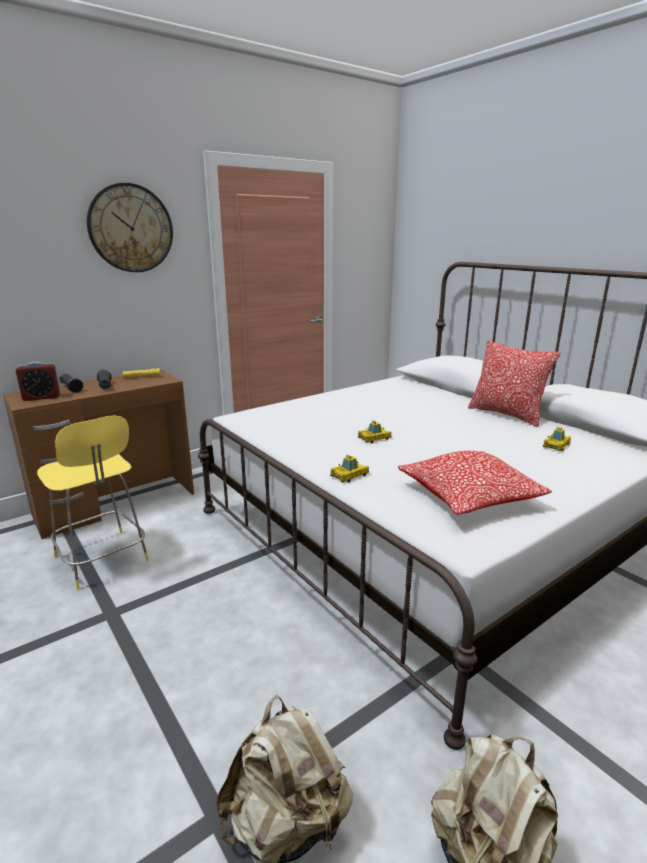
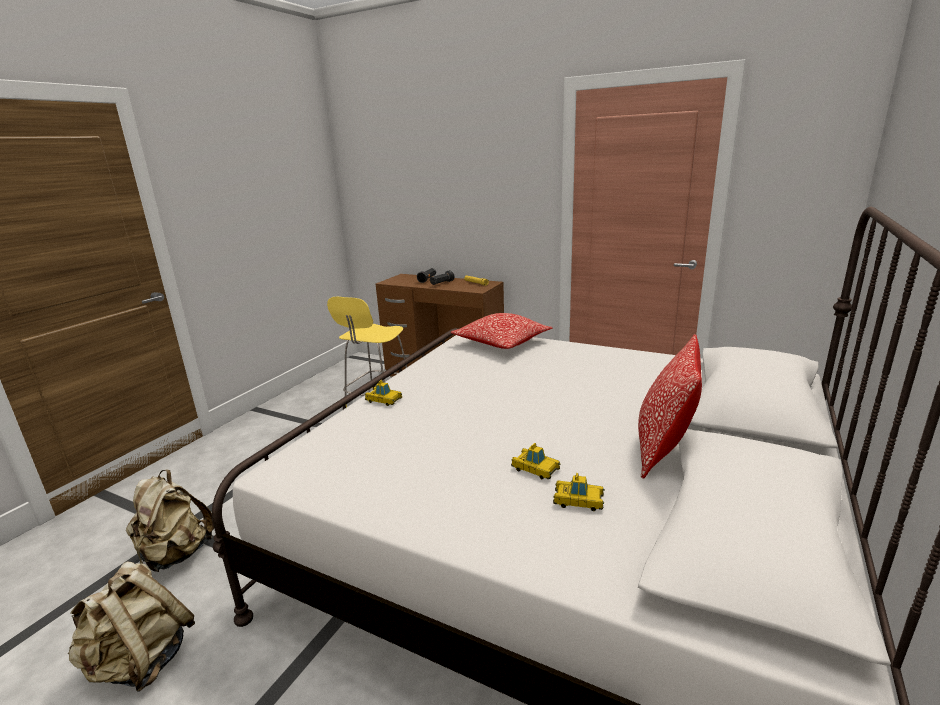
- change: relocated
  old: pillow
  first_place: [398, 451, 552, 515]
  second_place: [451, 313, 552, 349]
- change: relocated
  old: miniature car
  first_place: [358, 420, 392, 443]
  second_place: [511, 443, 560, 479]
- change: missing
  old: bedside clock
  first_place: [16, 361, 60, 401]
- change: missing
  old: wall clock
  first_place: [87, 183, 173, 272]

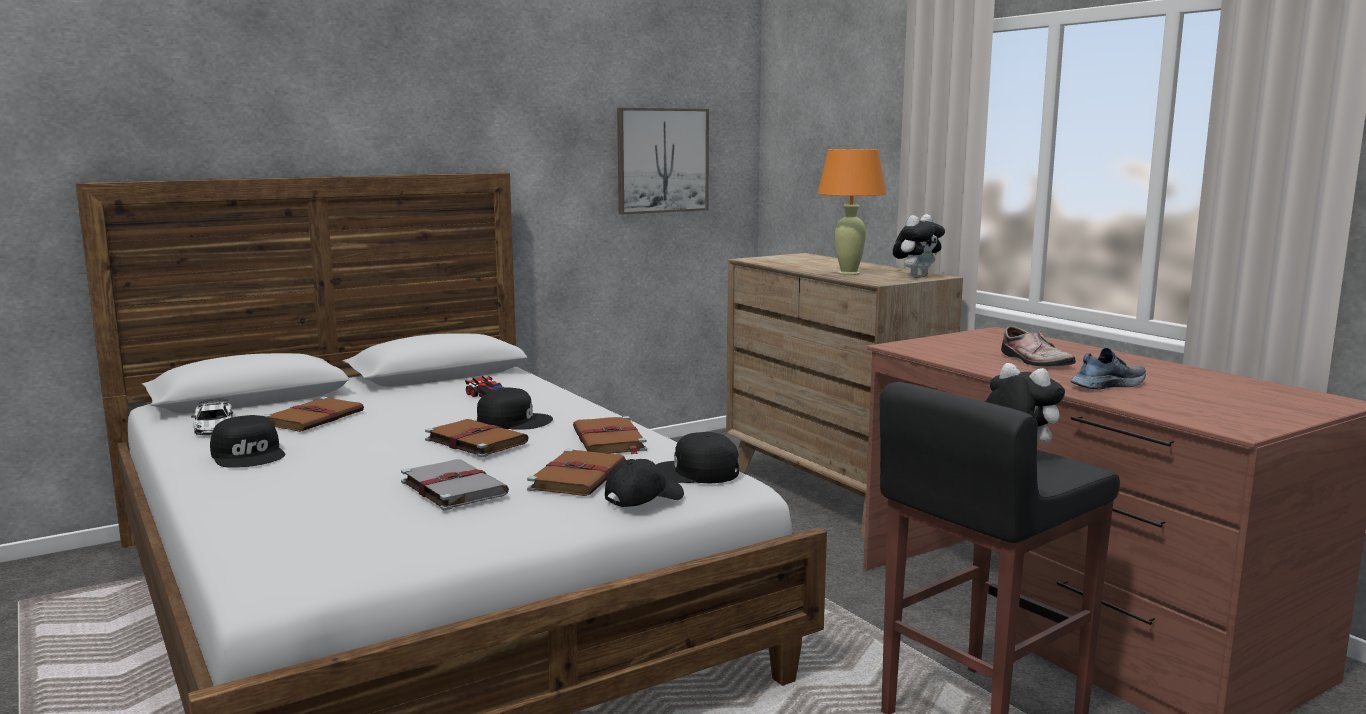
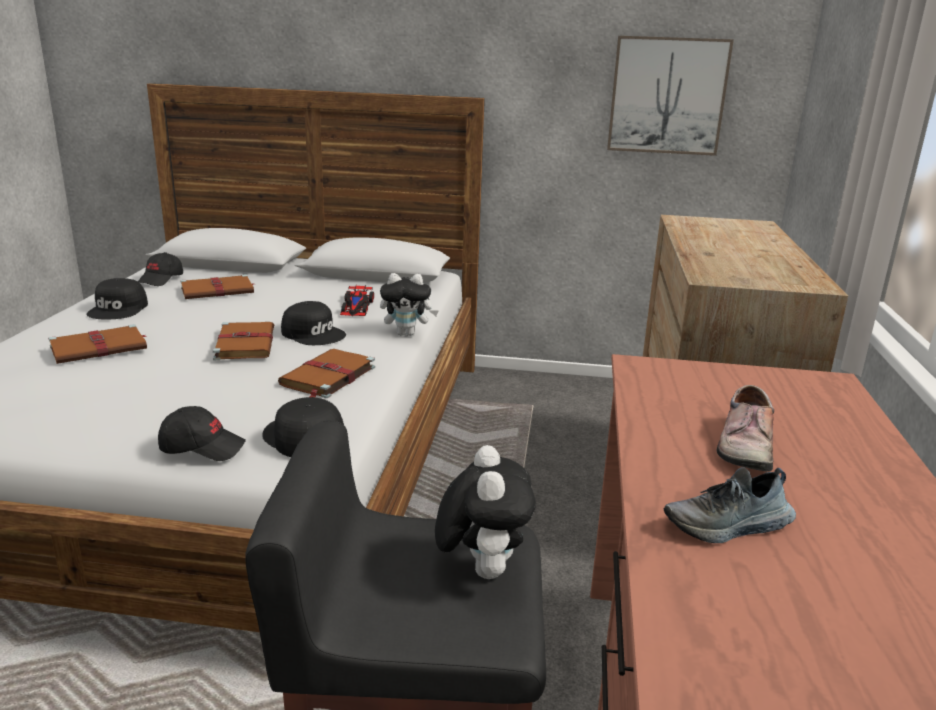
- change: relocated
  old: brown-coloured volume
  first_place: [527, 449, 626, 496]
  second_place: [48, 324, 147, 364]
- change: exchanged
  old: miniature car
  new: black-coloured baseball cap
  first_place: [191, 399, 233, 435]
  second_place: [138, 252, 183, 286]
- change: relocated
  old: cuddly toy
  first_place: [893, 214, 945, 278]
  second_place: [380, 273, 438, 336]
- change: spun
  old: shoe
  first_place: [1070, 348, 1146, 390]
  second_place: [664, 467, 796, 543]
  degrees: 150
- change: missing
  old: gray volume
  first_place: [401, 459, 509, 511]
- change: missing
  old: orange table lamp
  first_place: [817, 149, 886, 275]

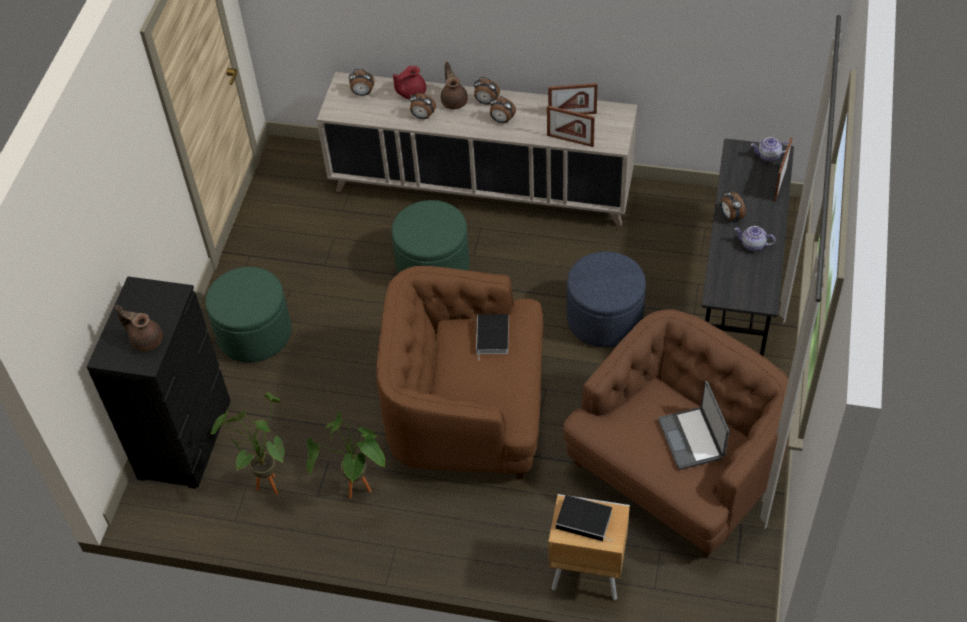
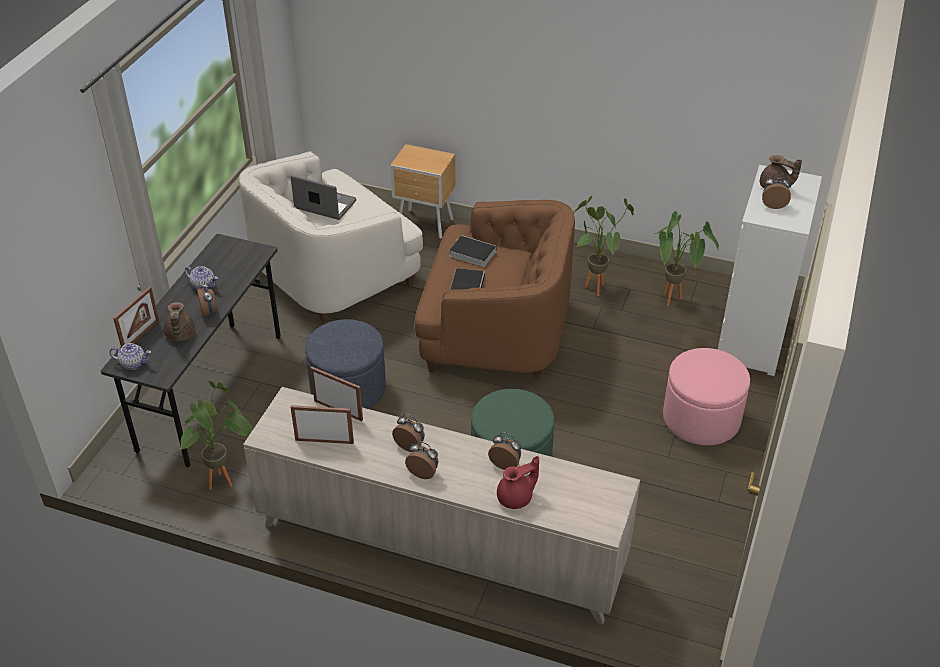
- change: relocated
  old: brown-coloured teapot
  first_place: [441, 62, 468, 110]
  second_place: [164, 302, 195, 341]
- change: appeared
  new: plant in a pot
  second_place: [180, 381, 252, 490]
- change: colour
  old: brown-coloured armchair
  new: white armchair
  first_place: [563, 309, 796, 557]
  second_place: [239, 151, 423, 323]
- change: spun
  old: portable computer
  first_place: [658, 381, 729, 470]
  second_place: [291, 175, 356, 220]
  degrees: -60
- change: relocated
  old: volume
  first_place: [556, 495, 614, 542]
  second_place: [449, 235, 496, 267]
- change: colour
  old: green pouffe
  new: pink-coloured pouffe
  first_place: [205, 267, 292, 362]
  second_place: [663, 348, 750, 445]
- change: colour
  old: black-coloured chest of drawers
  new: white chest of drawers
  first_place: [87, 276, 231, 489]
  second_place: [718, 165, 822, 376]
- change: relocated
  old: bedside clock
  first_place: [349, 69, 375, 96]
  second_place: [762, 173, 791, 209]

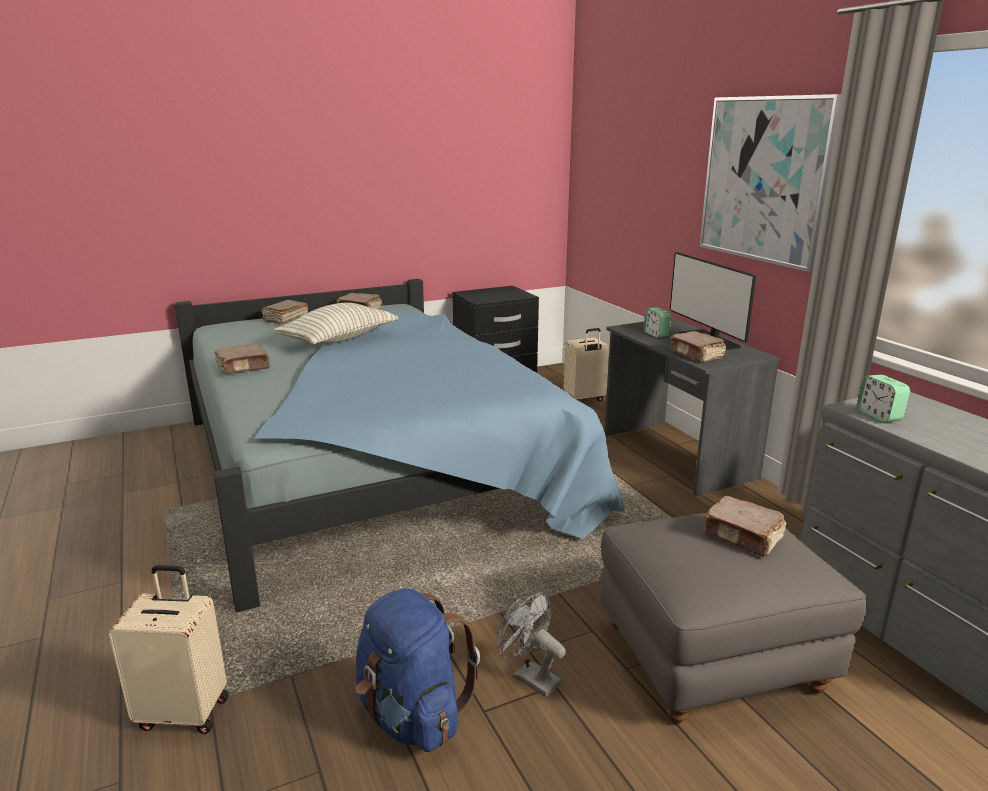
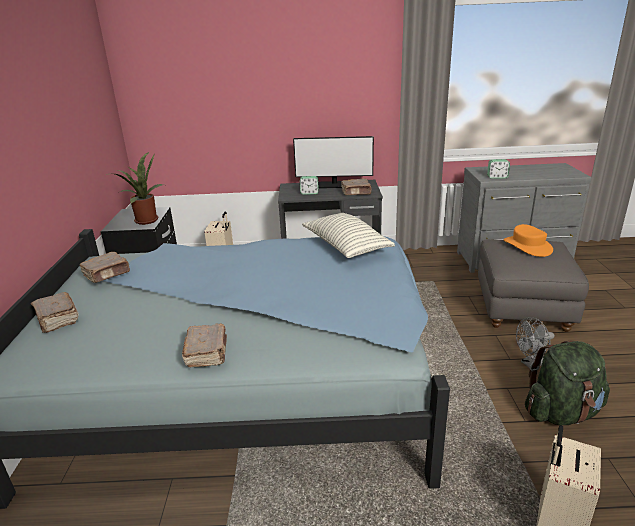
- change: appeared
  new: plant in a pot
  second_place: [106, 152, 163, 225]
- change: relocated
  old: pillow
  first_place: [274, 303, 398, 344]
  second_place: [302, 213, 395, 258]
- change: exchanged
  old: brown-coloured volume
  new: orange wearable hat
  first_place: [704, 496, 787, 557]
  second_place: [504, 224, 553, 257]
- change: colour
  old: blue-coloured knapsack
  new: green knapsack
  first_place: [356, 588, 480, 752]
  second_place: [525, 340, 610, 425]
- change: missing
  old: wall art
  first_place: [699, 94, 841, 272]

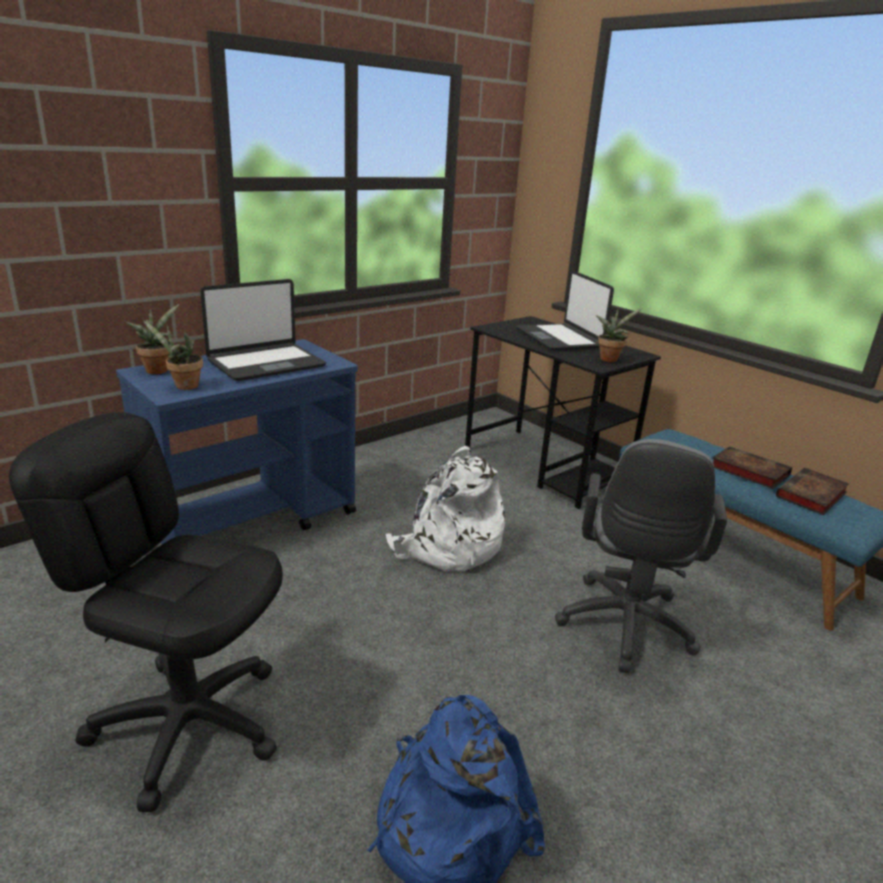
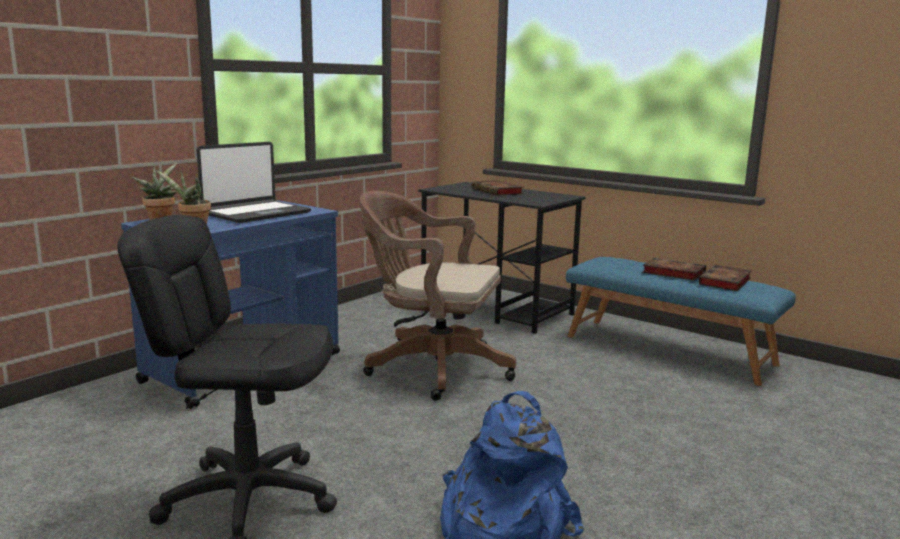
- change: exchanged
  old: white knapsack
  new: brown-coloured computer chair
  first_place: [385, 446, 505, 572]
  second_place: [360, 191, 516, 401]
- change: exchanged
  old: portable computer
  new: volume
  first_place: [517, 270, 614, 351]
  second_place: [472, 180, 523, 195]
- change: missing
  old: gray computer chair
  first_place: [555, 439, 727, 673]
- change: missing
  old: plant in a pot
  first_place: [596, 308, 642, 362]

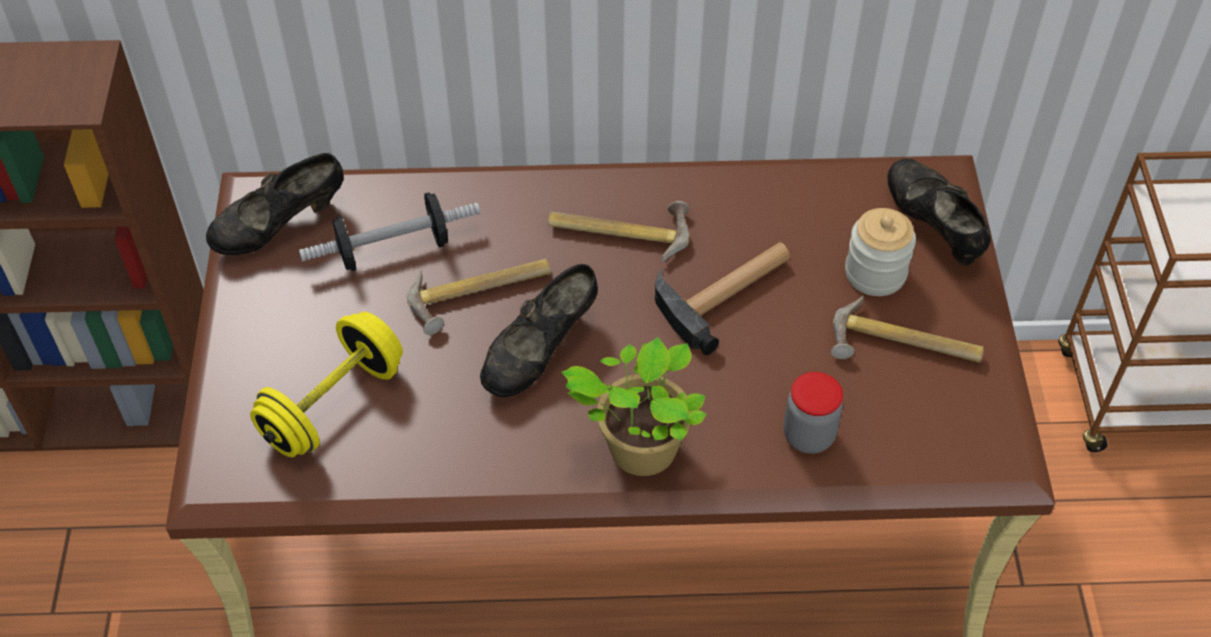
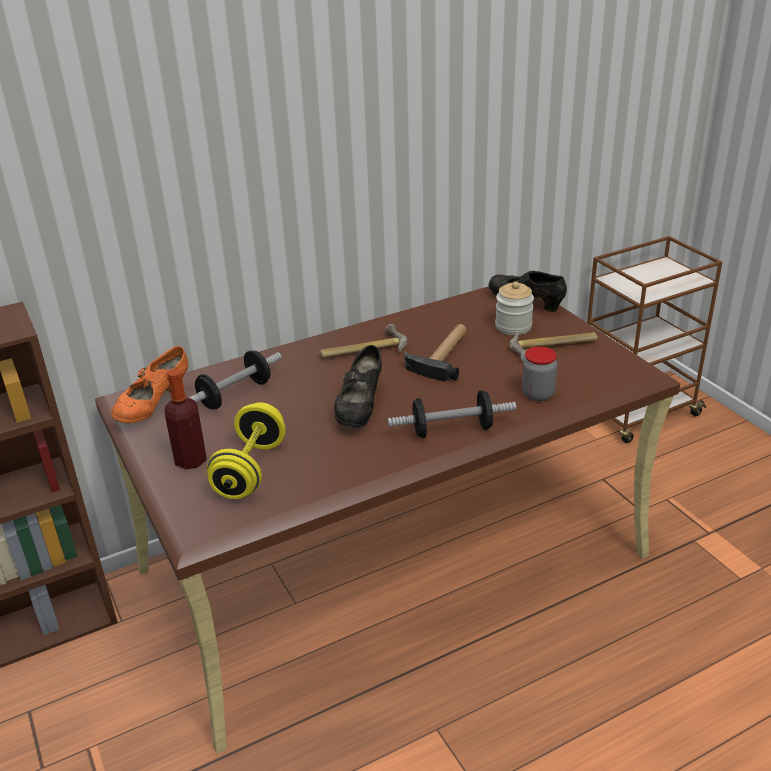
- change: colour
  old: black-coloured shoe
  new: orange shoe
  first_place: [206, 153, 343, 255]
  second_place: [111, 346, 189, 424]
- change: appeared
  new: bottle
  second_place: [165, 369, 207, 469]
- change: exchanged
  old: plant in a pot
  new: dumbbell
  first_place: [561, 337, 707, 476]
  second_place: [388, 390, 516, 438]
- change: missing
  old: tool hammer
  first_place: [407, 259, 551, 335]

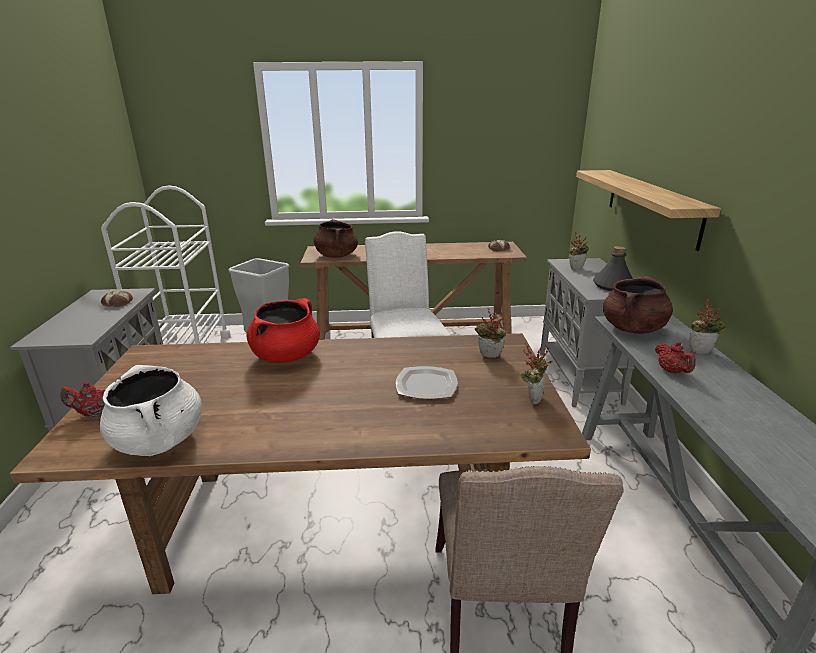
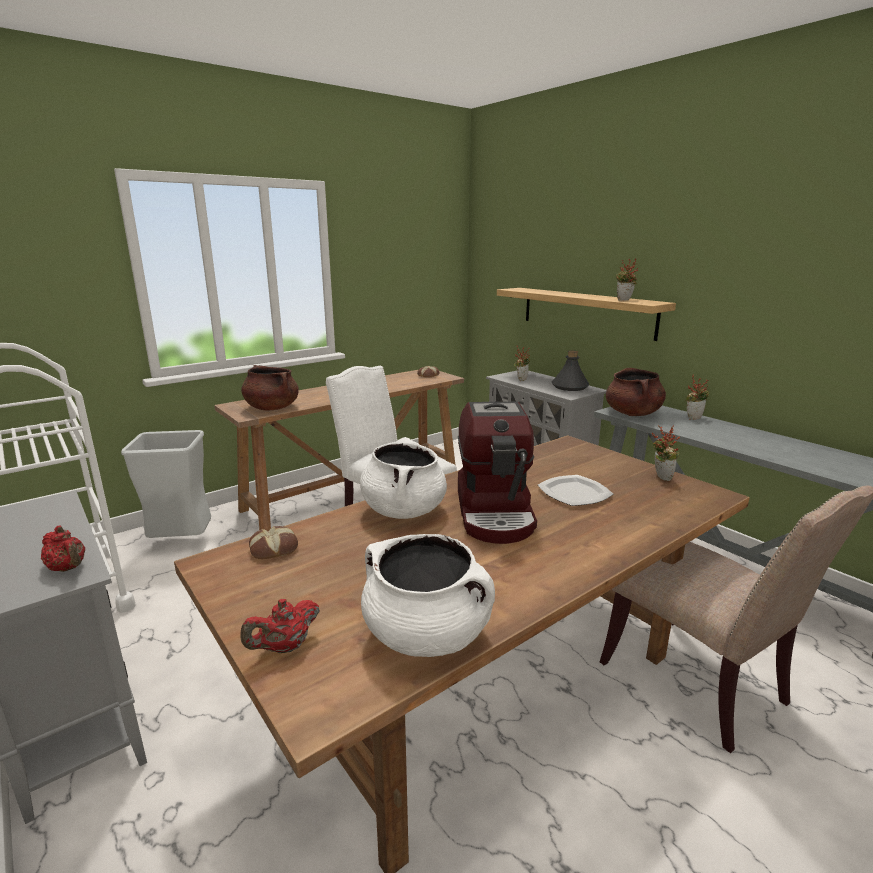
- change: relocated
  old: red teapot
  first_place: [655, 341, 696, 373]
  second_place: [41, 525, 85, 572]
- change: relocated
  old: bread
  first_place: [101, 291, 133, 307]
  second_place: [249, 526, 298, 559]
- change: colour
  old: red saucepot
  new: white saucepot
  first_place: [246, 298, 320, 363]
  second_place: [360, 437, 447, 519]
- change: appeared
  new: coffee maker
  second_place: [458, 402, 537, 544]
- change: relocated
  old: plant in a pot
  first_place: [475, 308, 507, 358]
  second_place: [616, 258, 638, 301]

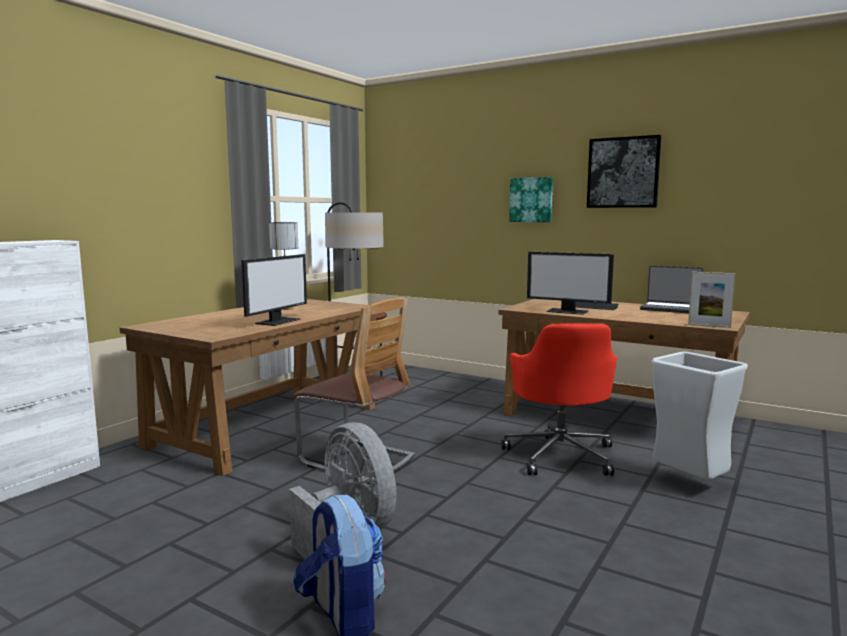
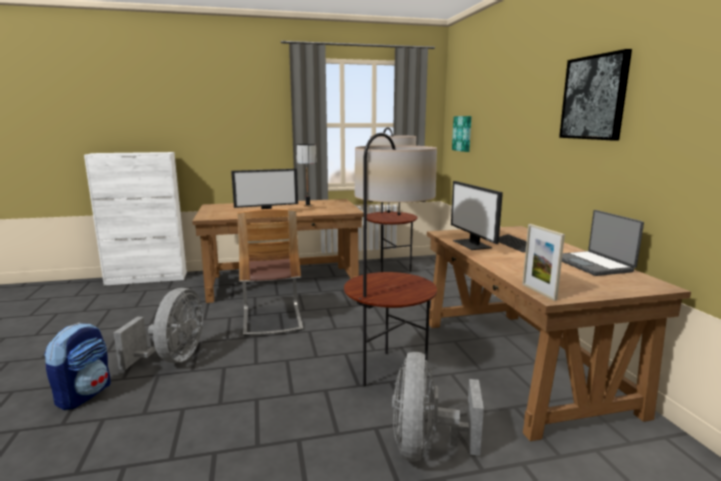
- change: exchanged
  old: red computer chair
  new: standard lamp
  first_place: [501, 323, 617, 476]
  second_place: [344, 133, 437, 387]
- change: exchanged
  old: gray trash can
  new: gray fan
  first_place: [651, 352, 748, 479]
  second_place: [392, 352, 484, 462]
- change: relocated
  old: wall art
  first_place: [509, 177, 553, 222]
  second_place: [452, 116, 471, 152]

